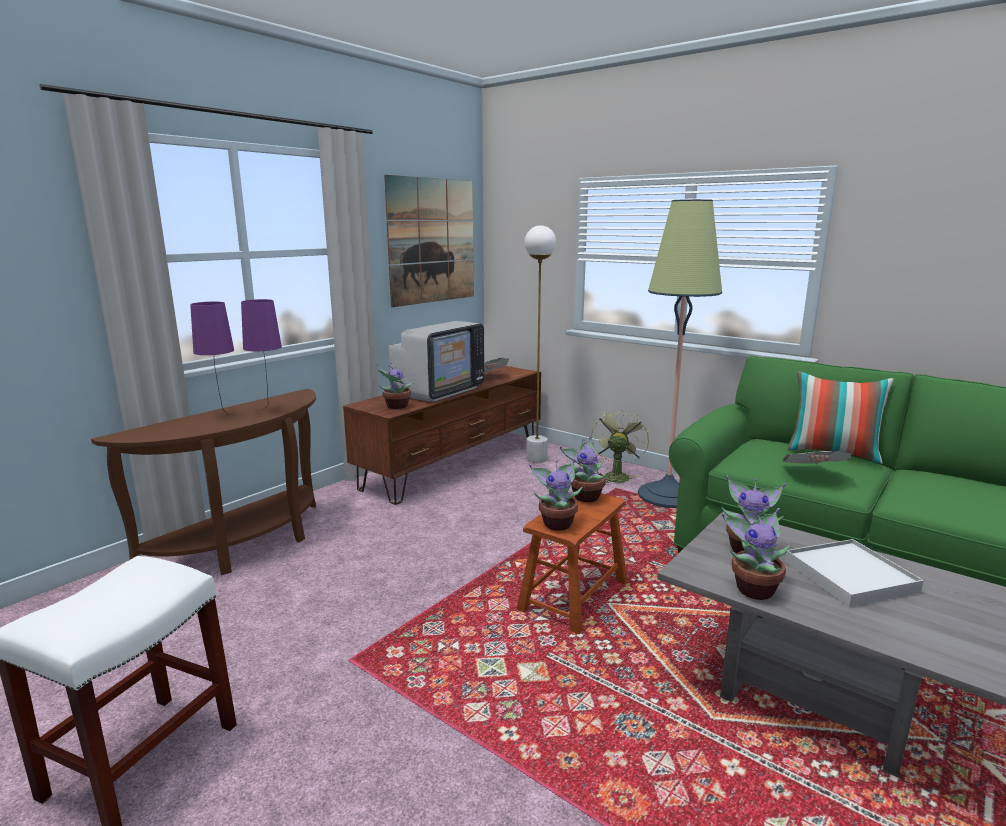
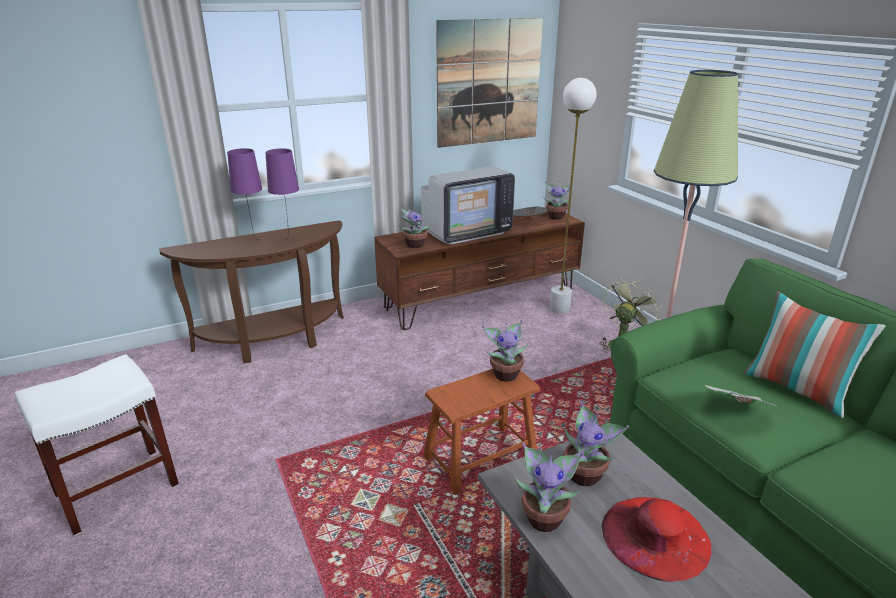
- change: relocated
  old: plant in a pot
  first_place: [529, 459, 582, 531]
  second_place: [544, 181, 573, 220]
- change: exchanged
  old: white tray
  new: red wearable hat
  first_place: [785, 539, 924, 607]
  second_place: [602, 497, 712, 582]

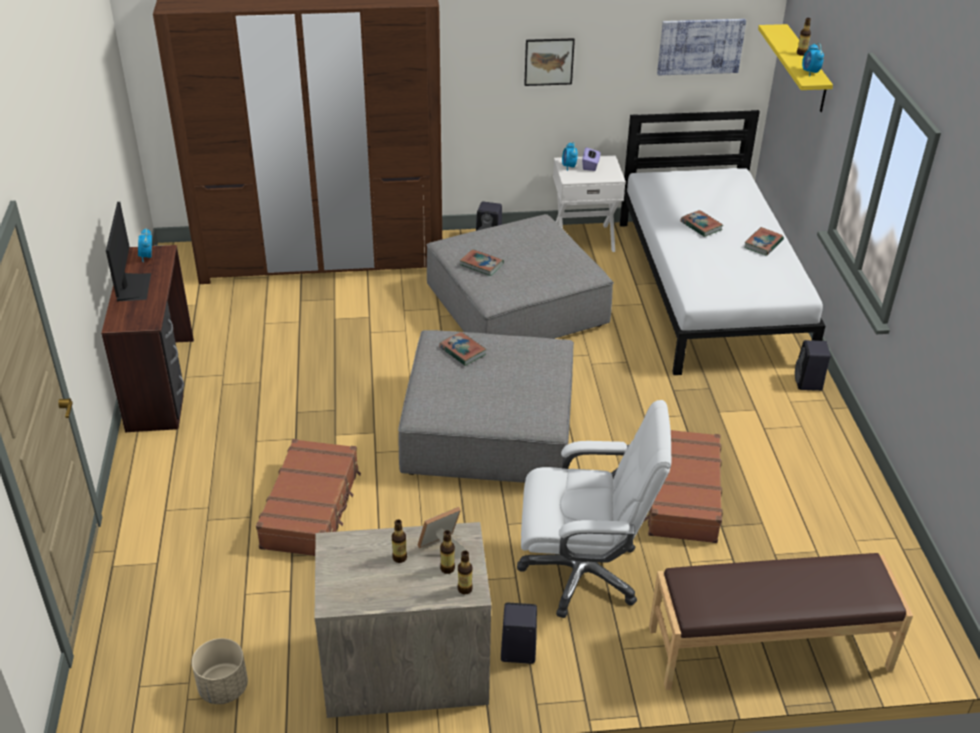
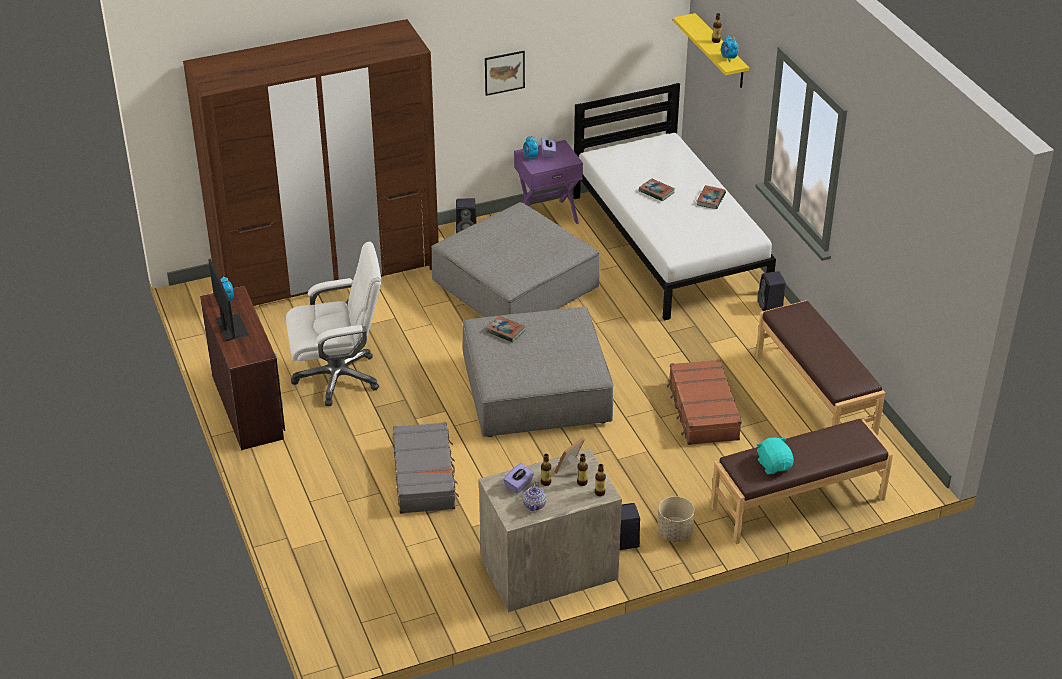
- change: relocated
  old: white computer chair
  first_place: [517, 400, 671, 618]
  second_place: [286, 242, 381, 406]
- change: colour
  old: brown-coloured suitcase
  new: gray suitcase
  first_place: [256, 439, 361, 556]
  second_place: [393, 422, 459, 514]
- change: appeared
  new: purple tissue box
  second_place: [503, 463, 534, 494]
- change: colour
  old: white night table
  new: purple night table
  first_place: [553, 155, 626, 252]
  second_place: [514, 140, 583, 224]
- change: appeared
  new: teapot
  second_place: [523, 481, 546, 511]
- change: relocated
  old: beige planter
  first_place: [192, 638, 248, 704]
  second_place: [657, 496, 695, 542]
- change: appeared
  new: brown-coloured long seat
  second_place: [756, 301, 885, 436]
- change: appeared
  new: turquoise-coloured cuddly toy
  second_place: [756, 437, 794, 474]
- change: missing
  old: volume
  first_place: [460, 249, 504, 276]
- change: missing
  old: wall art
  first_place: [657, 19, 746, 75]

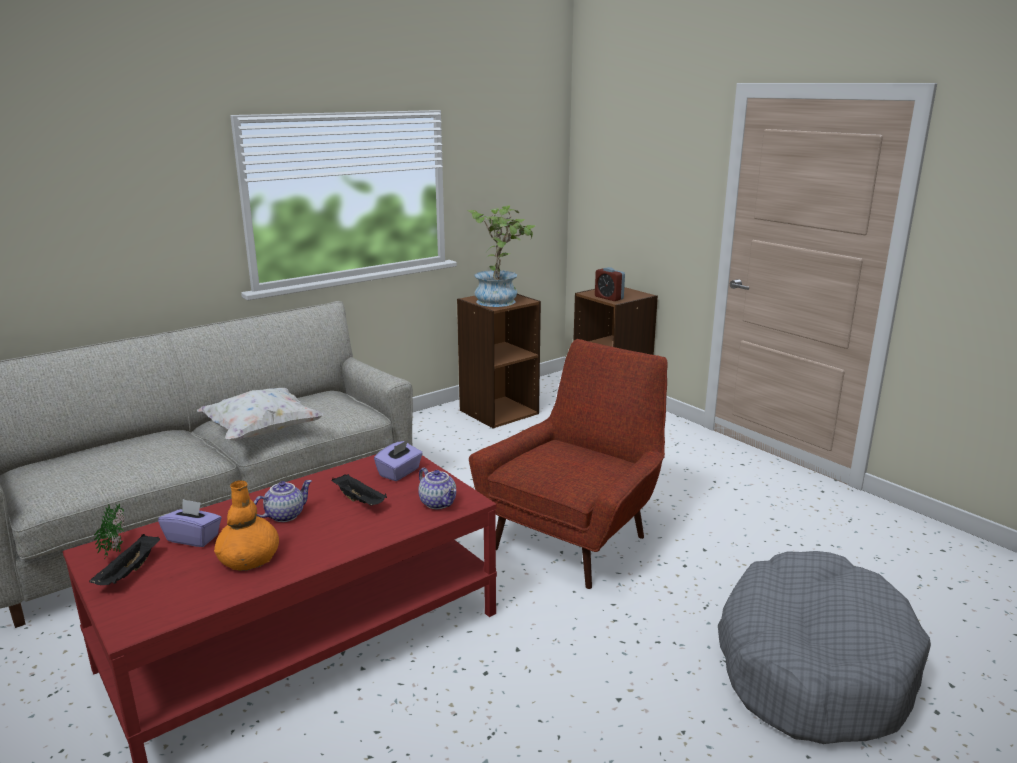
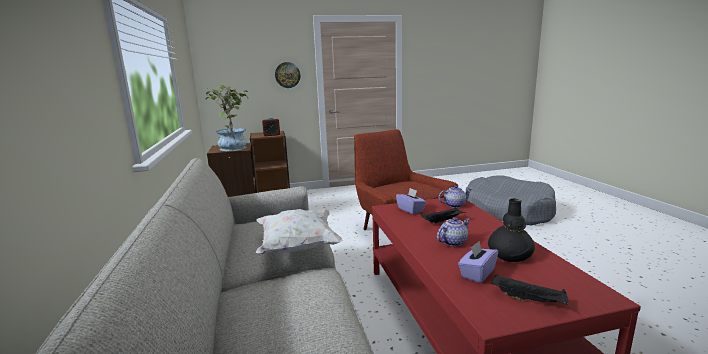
- change: appeared
  new: wall clock
  second_place: [275, 62, 300, 88]
- change: spun
  old: teapot
  first_place: [254, 480, 312, 522]
  second_place: [437, 217, 470, 246]
  degrees: 75
- change: colour
  old: orange vase
  new: black-coloured vase
  first_place: [214, 480, 279, 571]
  second_place: [488, 199, 535, 262]
- change: missing
  old: plant in a pot
  first_place: [94, 502, 125, 558]

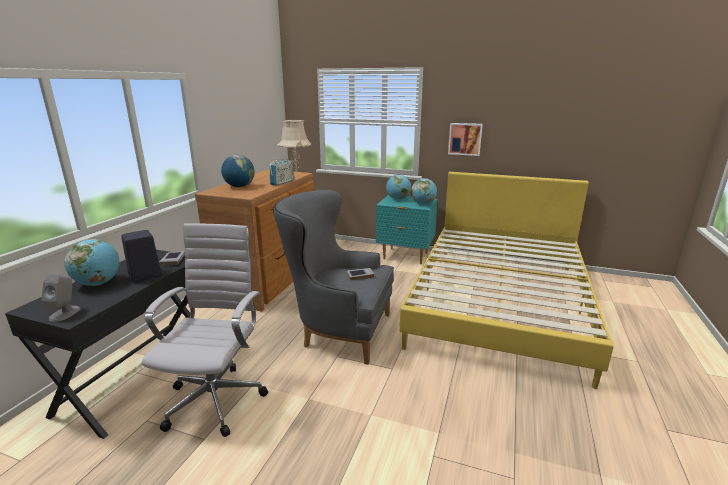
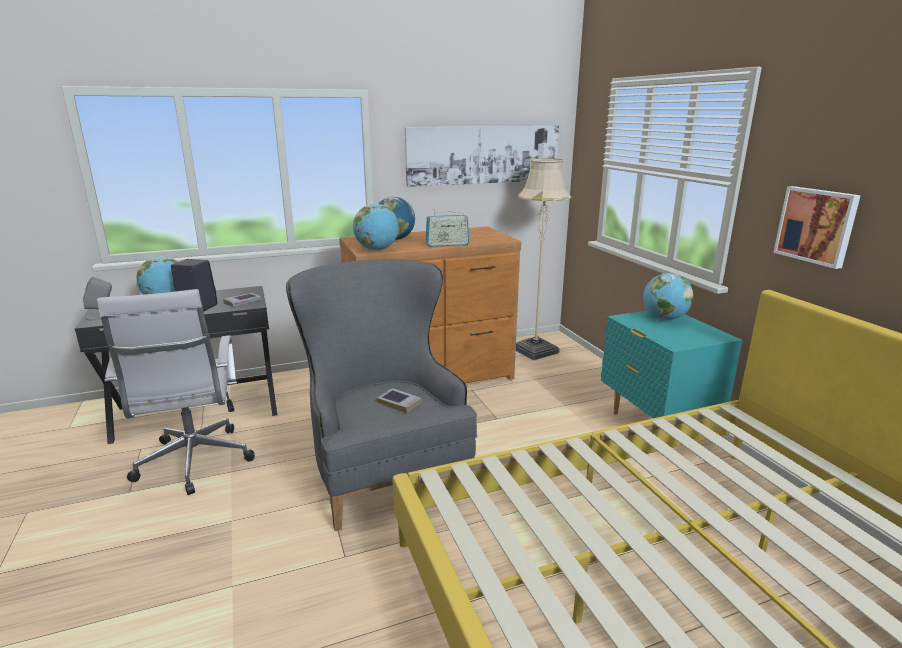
- change: spun
  old: white computer chair
  first_place: [142, 223, 268, 437]
  second_place: [97, 289, 255, 495]
  degrees: 105
- change: relocated
  old: globe
  first_place: [411, 178, 437, 205]
  second_place: [353, 204, 399, 251]
- change: appeared
  new: wall art
  second_place: [405, 126, 559, 187]

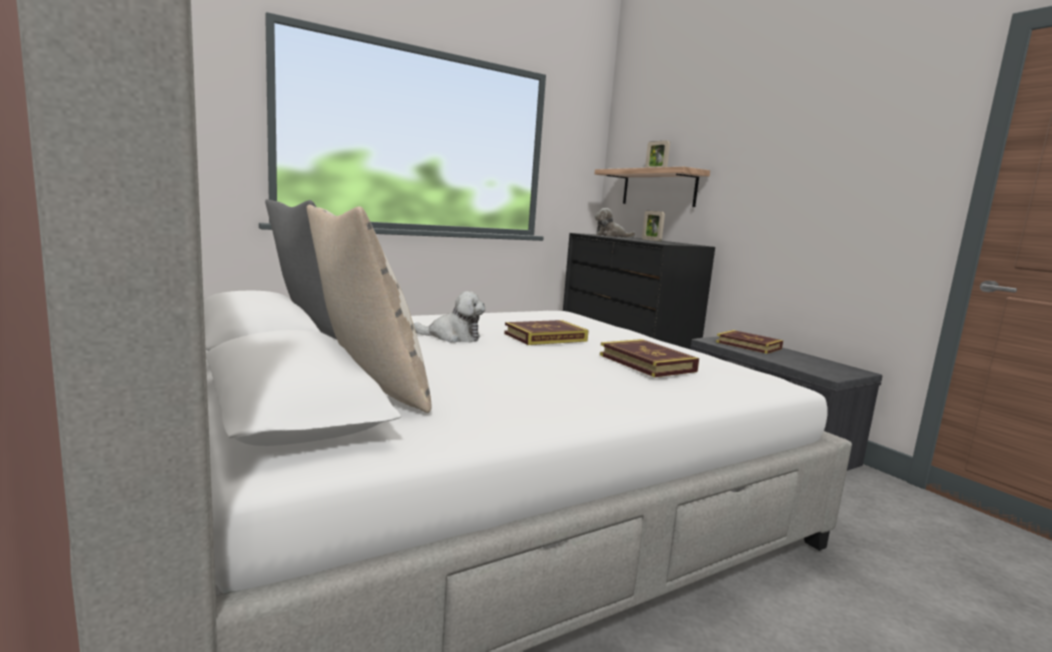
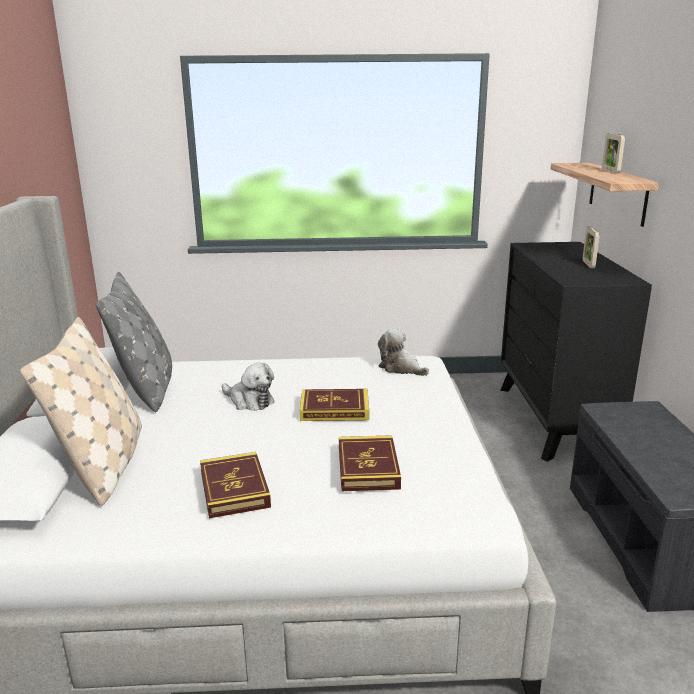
- change: relocated
  old: volume
  first_place: [716, 330, 783, 354]
  second_place: [200, 452, 271, 518]
- change: relocated
  old: cuddly toy
  first_place: [595, 208, 636, 238]
  second_place: [378, 328, 429, 376]

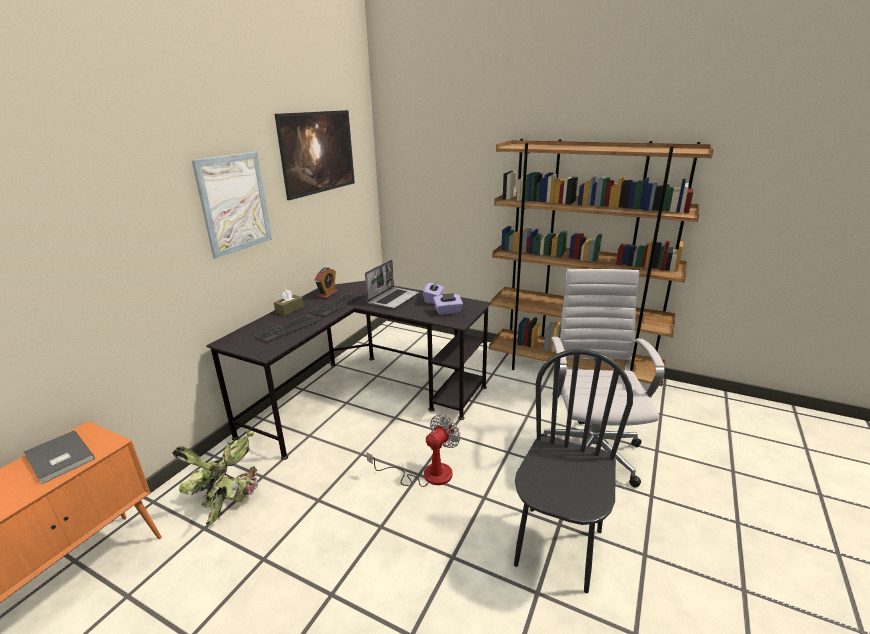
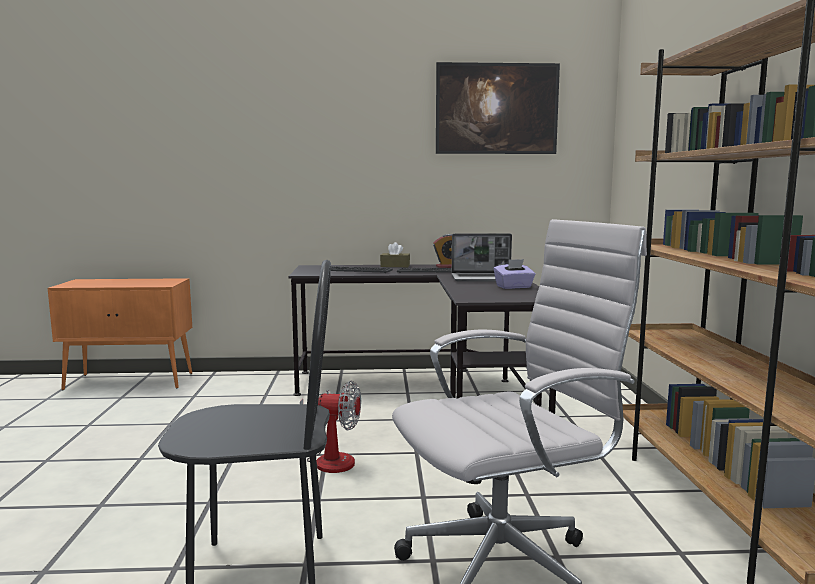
- change: missing
  old: gray volume
  first_place: [24, 430, 95, 484]
- change: missing
  old: plant in a pot
  first_place: [172, 430, 258, 526]
- change: missing
  old: wall art
  first_place: [192, 152, 272, 259]
- change: missing
  old: purple tissue box
  first_place: [433, 293, 463, 315]

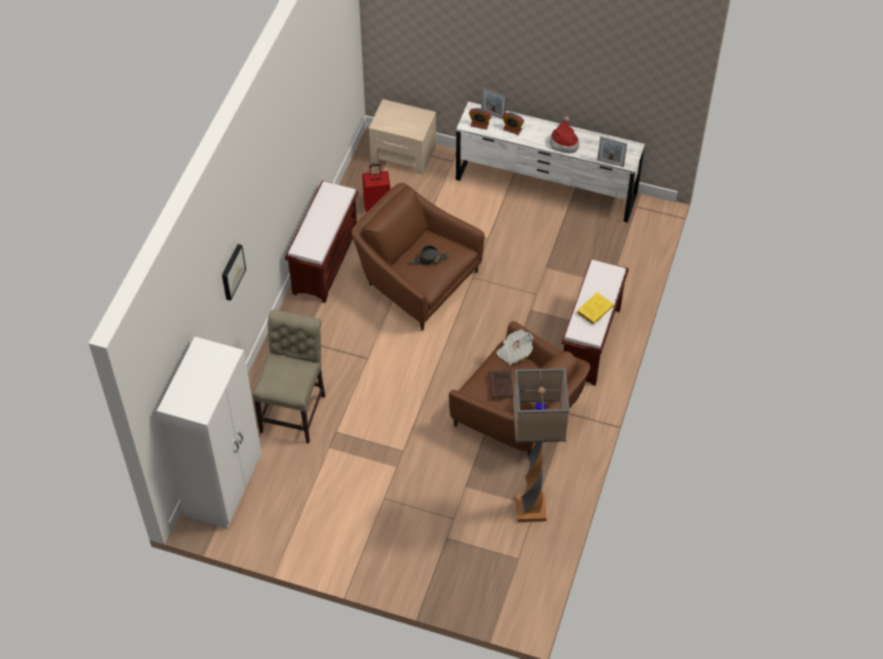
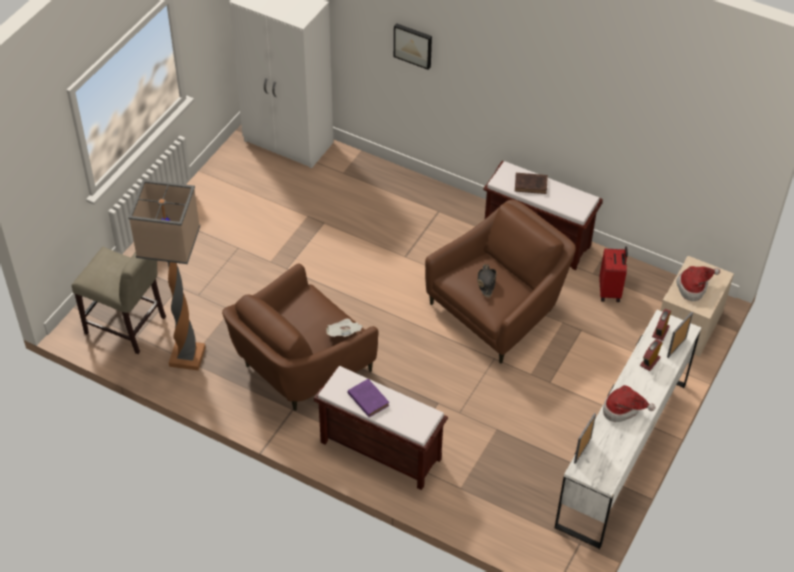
- change: relocated
  old: beige plain chair
  first_place: [252, 310, 325, 443]
  second_place: [72, 247, 166, 354]
- change: colour
  old: yellow-coloured volume
  new: purple volume
  first_place: [577, 292, 614, 325]
  second_place: [348, 379, 390, 417]
- change: relocated
  old: brown-coloured volume
  first_place: [489, 369, 514, 400]
  second_place: [515, 173, 548, 194]
- change: appeared
  new: wearable hat
  second_place: [676, 266, 720, 301]

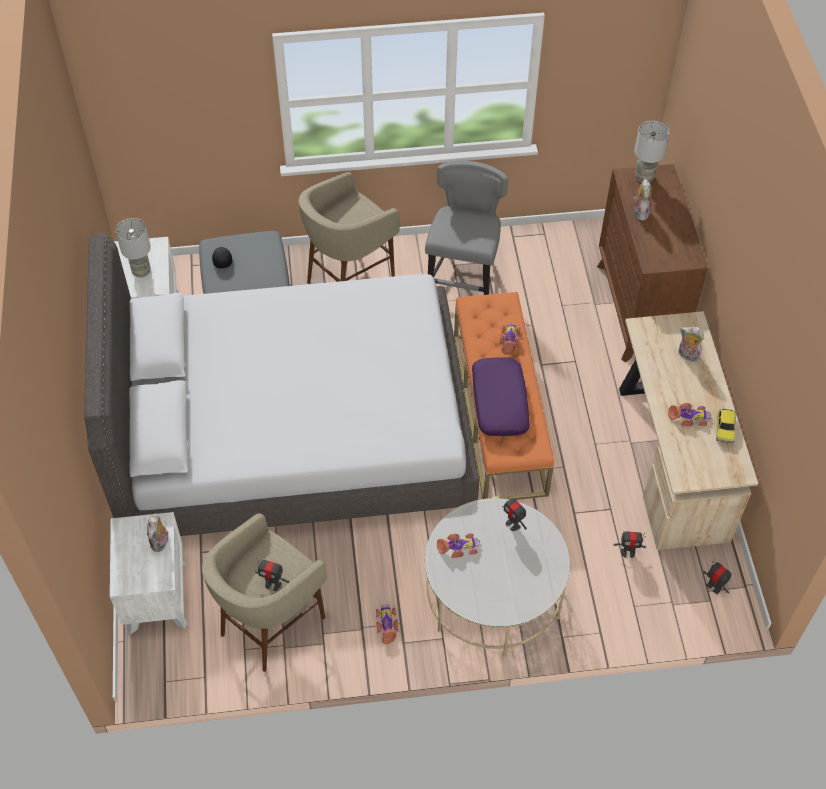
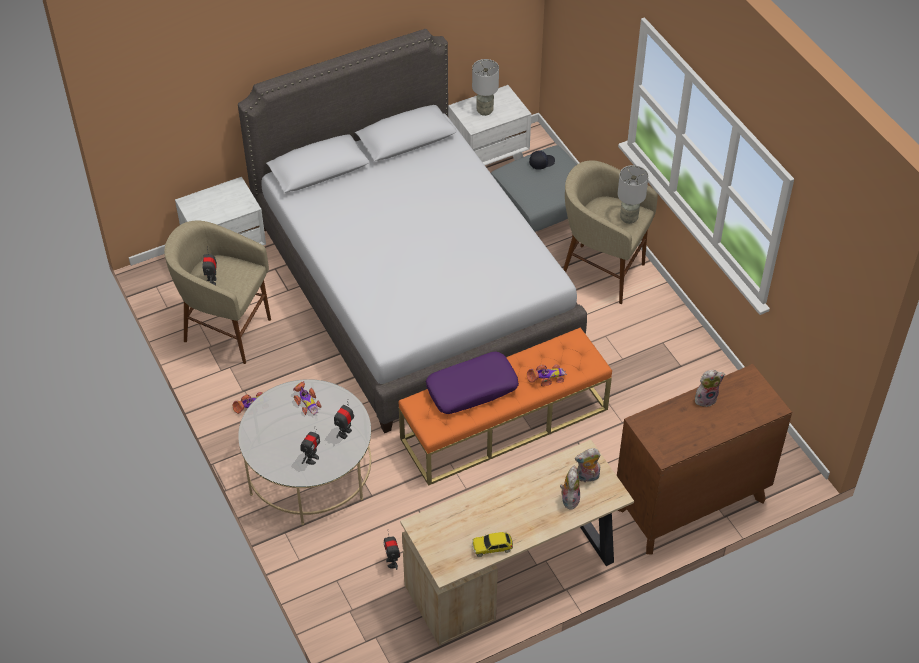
- change: relocated
  old: toy robot
  first_place: [703, 559, 733, 594]
  second_place: [301, 429, 320, 465]
- change: relocated
  old: cuddly toy
  first_place: [147, 514, 169, 552]
  second_place: [575, 448, 600, 482]
- change: relocated
  old: gray table lamp
  first_place: [634, 121, 669, 183]
  second_place: [618, 165, 649, 224]
- change: missing
  old: gray plain chair
  first_place: [425, 161, 508, 295]
- change: missing
  old: miniature car
  first_place: [668, 403, 712, 426]

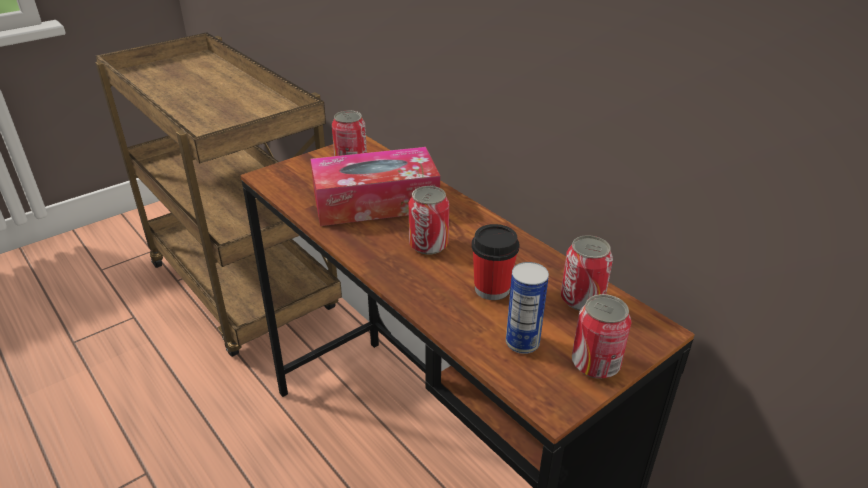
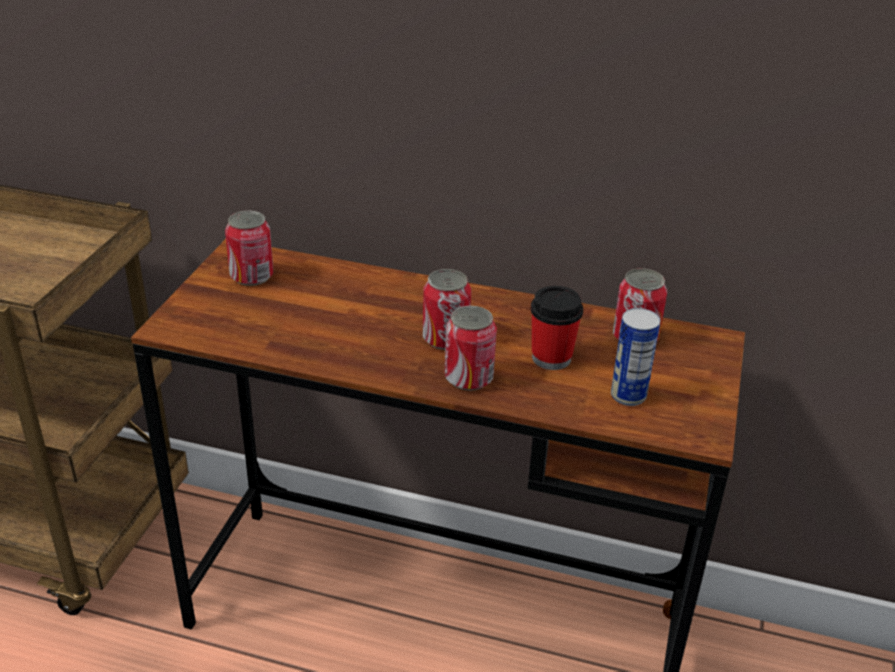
- change: relocated
  old: sealed can
  first_place: [572, 294, 632, 379]
  second_place: [444, 306, 497, 391]
- change: missing
  old: tissue box
  first_place: [310, 147, 440, 226]

